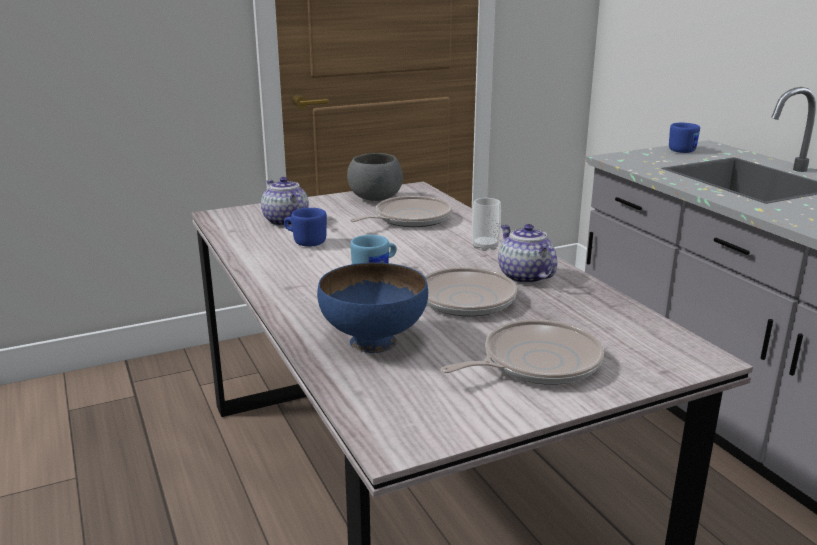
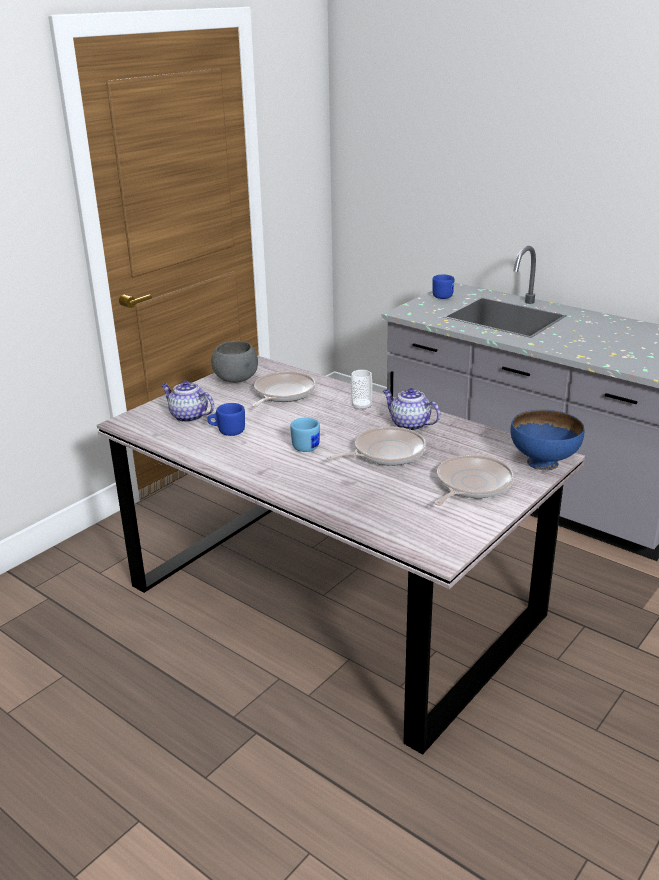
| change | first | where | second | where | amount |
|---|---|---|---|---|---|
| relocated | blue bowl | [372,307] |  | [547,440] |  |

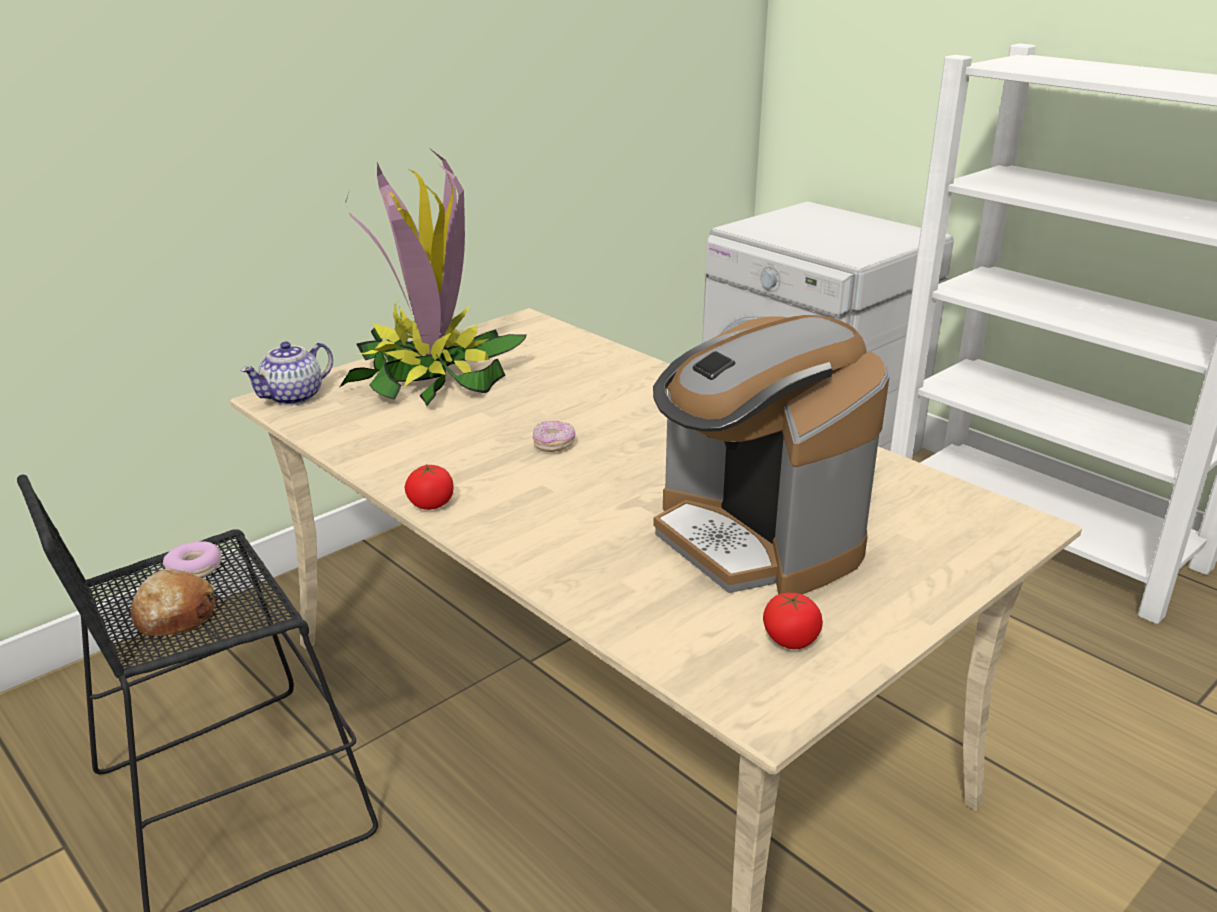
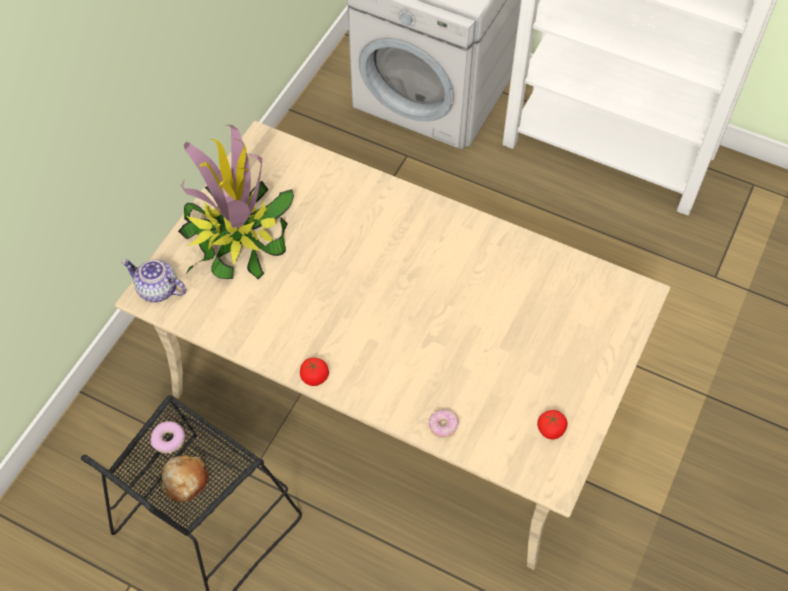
| change | first | where | second | where | amount |
|---|---|---|---|---|---|
| spun | teapot | [287,373] |  | [153,280] | 90 degrees clockwise |
| relocated | donut | [554,436] |  | [444,424] |  |
| missing | coffee machine | [771,454] |  |  |  |

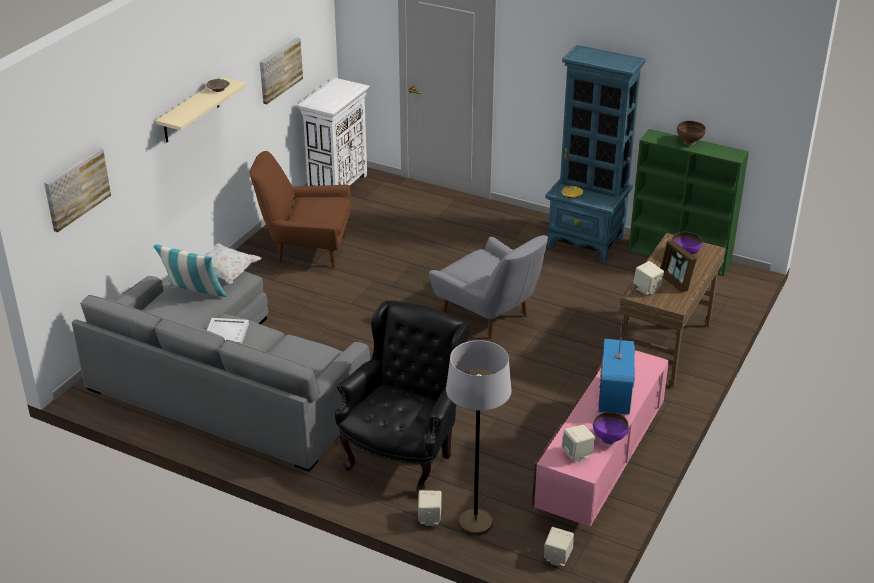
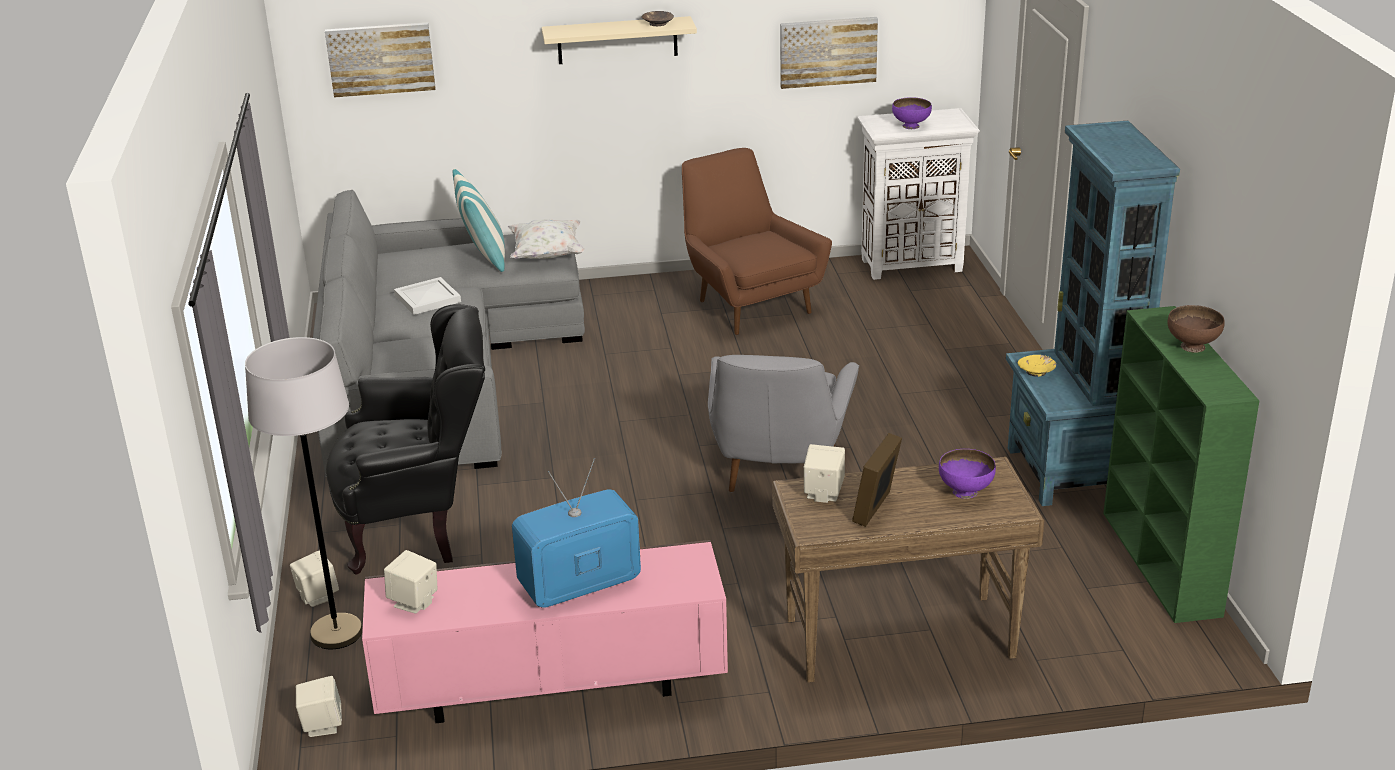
| change | first | where | second | where | amount |
|---|---|---|---|---|---|
| relocated | purple bowl | [611,428] |  | [912,113] |  |

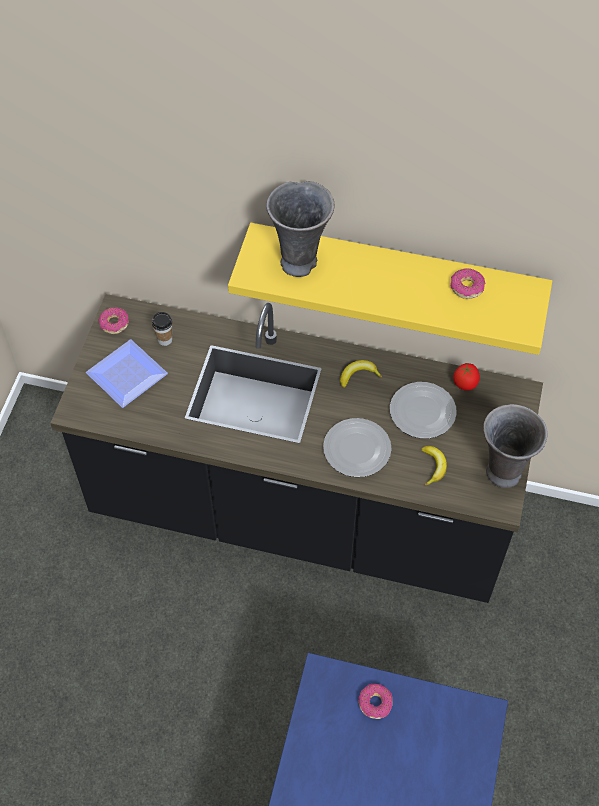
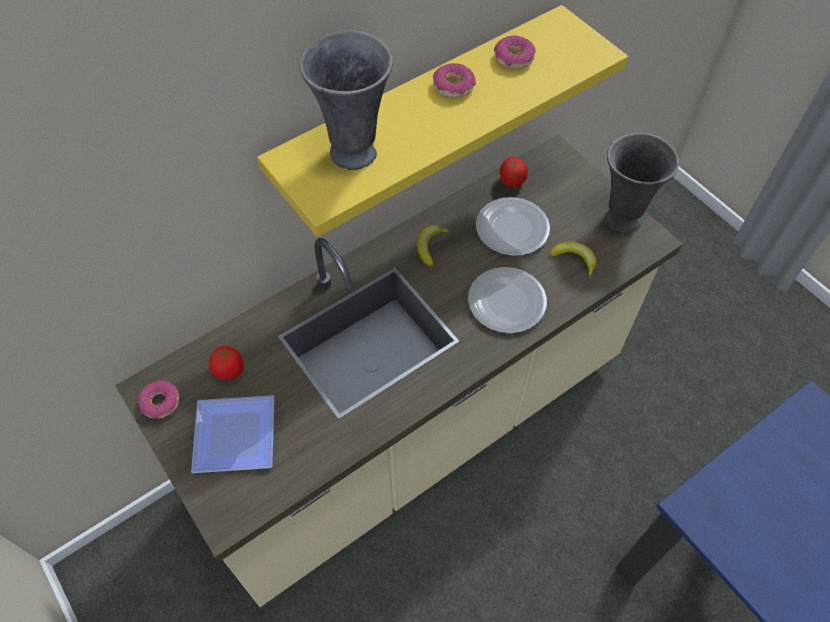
| change | first | where | second | where | amount |
|---|---|---|---|---|---|
| colour | black counter | [296,448] | beige counter | [399,371] |  |
| exchanged | cup | [162,329] | tomato | [226,362] |  |
| relocated | donut | [375,701] |  | [454,80] |  |

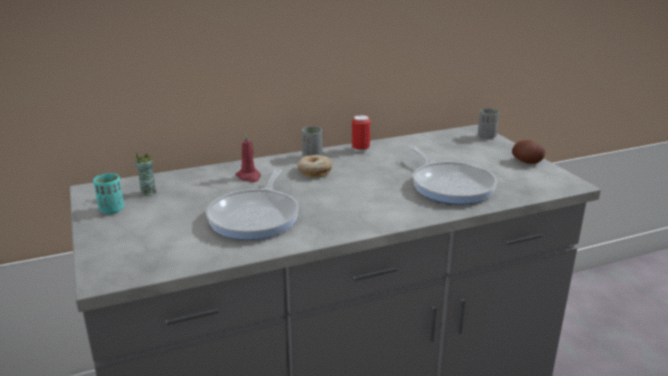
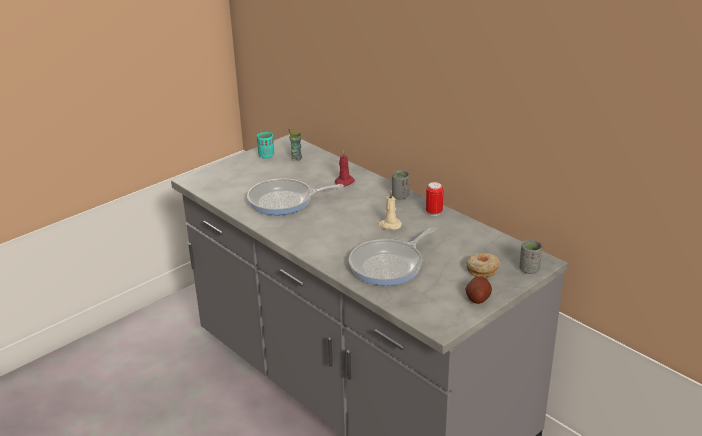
| change | first | where | second | where | amount |
|---|---|---|---|---|---|
| appeared |  |  | beige candle | [390,210] |  |
| relocated | donut | [315,166] |  | [483,265] |  |

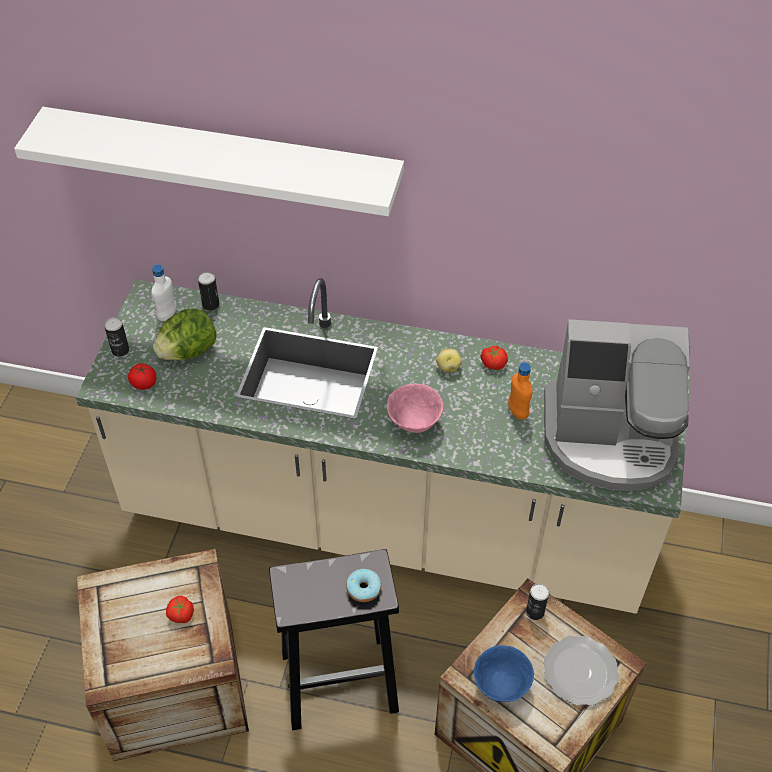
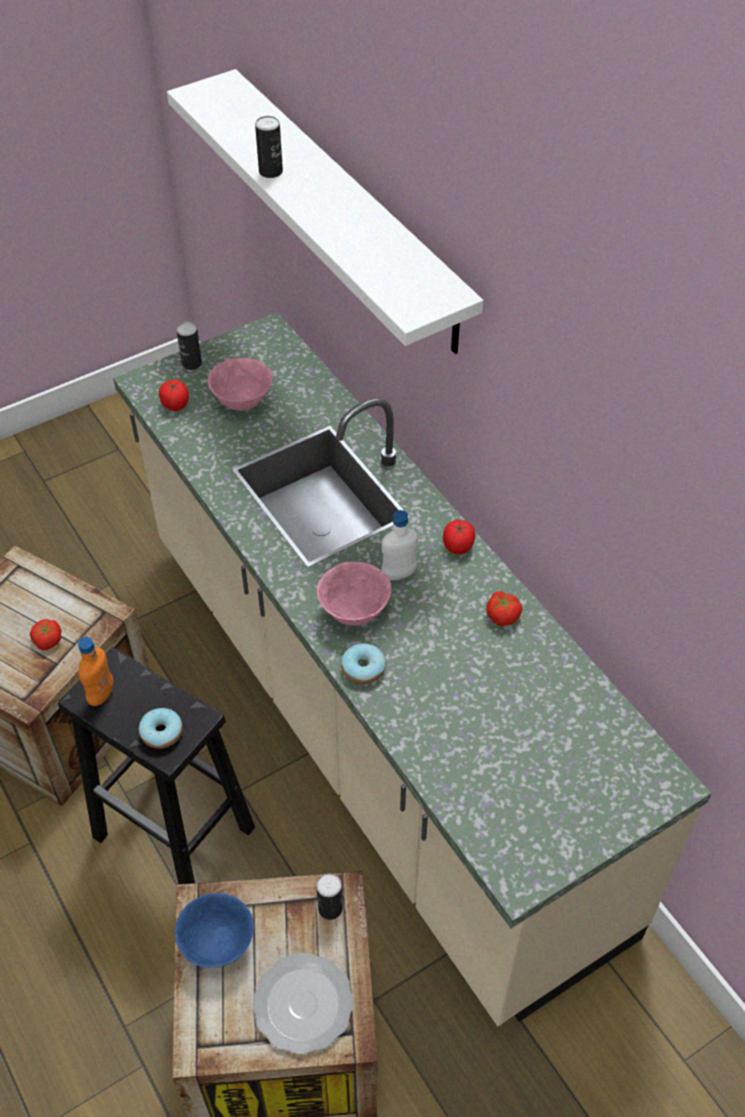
| change | first | where | second | where | amount |
|---|---|---|---|---|---|
| relocated | orange bottle | [520,391] |  | [95,671] |  |
| exchanged | lettuce | [184,334] | pink bowl | [240,384] |  |
| relocated | can | [208,291] |  | [269,147] |  |
| appeared |  |  | donut | [363,663] |  |
| relocated | white bottle | [164,293] |  | [399,545] |  |
| appeared |  |  | tomato | [459,537] |  |
| missing | potato | [449,360] |  |  |  |
| missing | coffee machine | [617,405] |  |  |  |

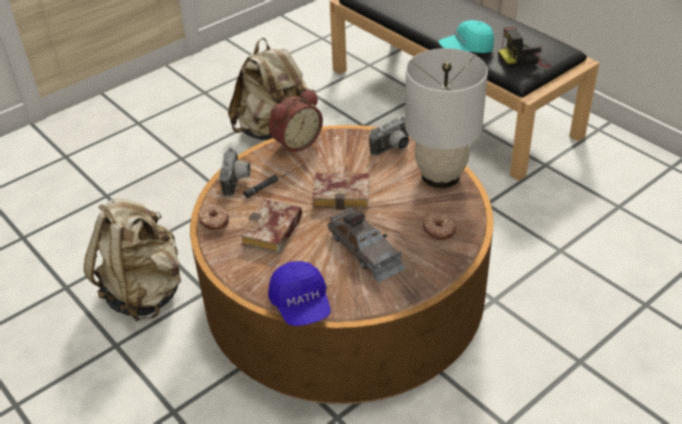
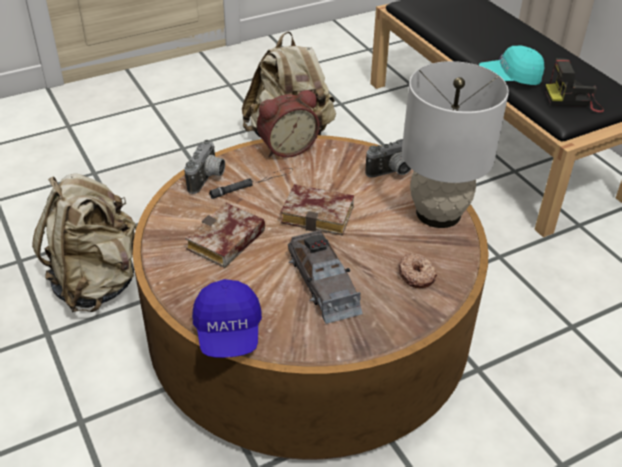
| change | first | where | second | where | amount |
|---|---|---|---|---|---|
| missing | donut | [213,217] |  |  |  |

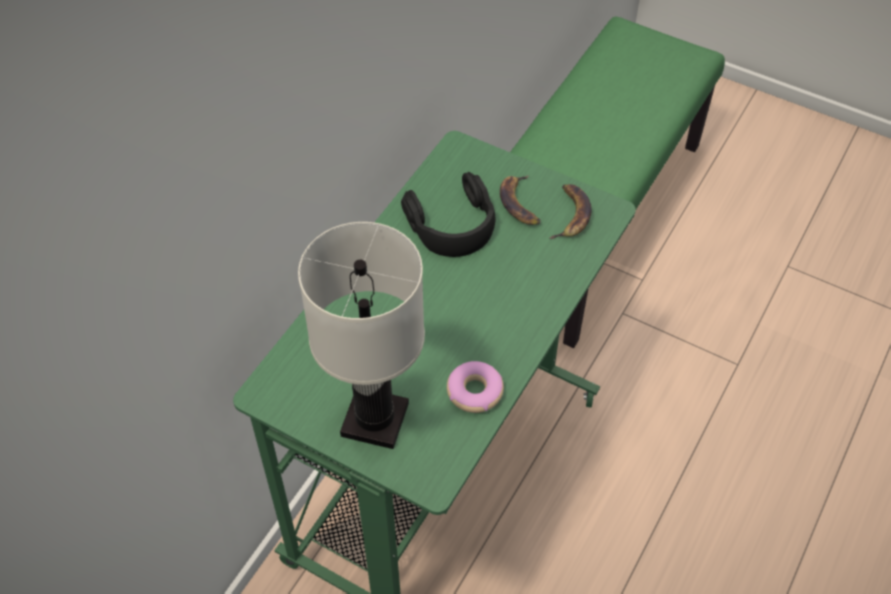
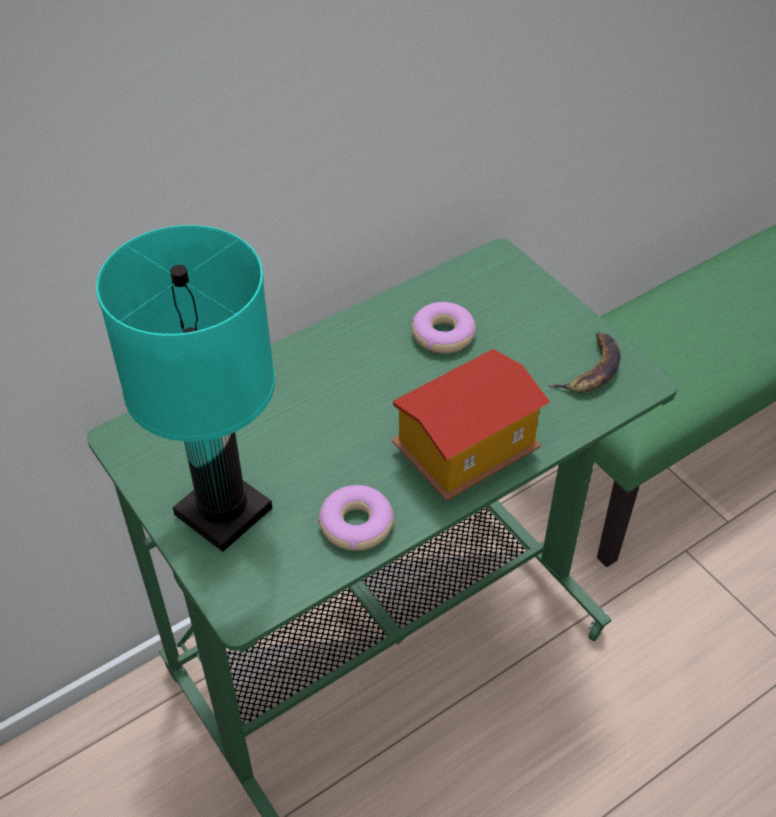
| change | first | where | second | where | amount |
|---|---|---|---|---|---|
| colour | white table lamp | [361,335] | turquoise table lamp | [185,388] |  |
| appeared |  |  | toy house | [471,424] |  |
| exchanged | black headphones | [448,214] | donut | [444,328] |  |
| missing | banana | [520,200] |  |  |  |

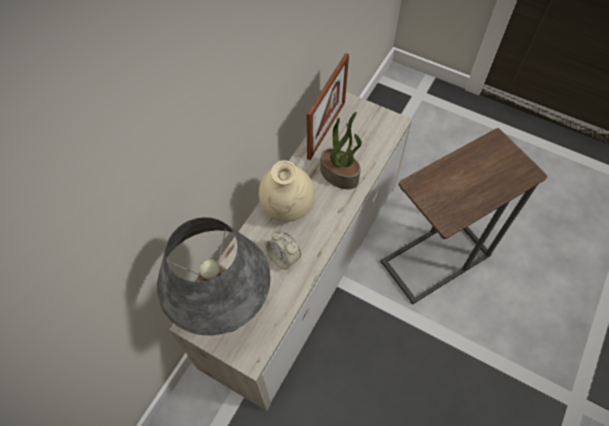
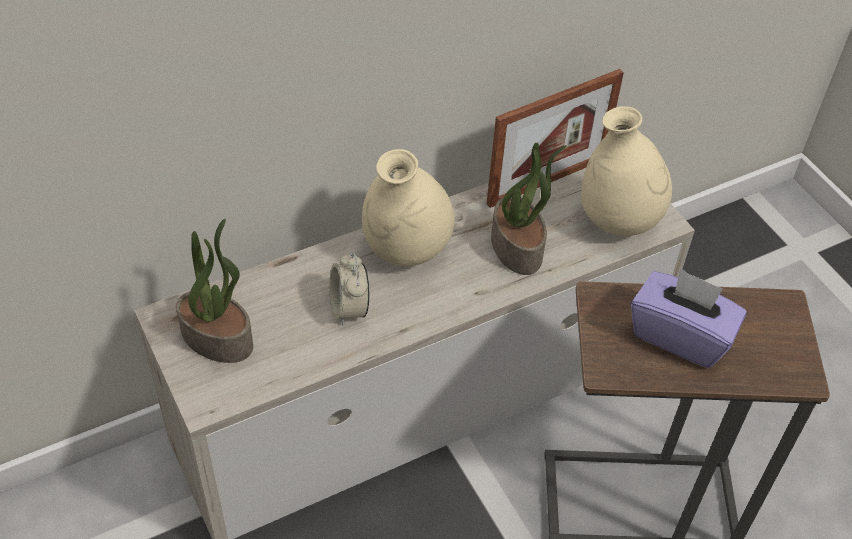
| change | first | where | second | where | amount |
|---|---|---|---|---|---|
| exchanged | grey table lamp | [214,276] | potted plant | [214,291] |  |
| appeared |  |  | beige vase | [626,171] |  |
| appeared |  |  | purple tissue box | [689,318] |  |

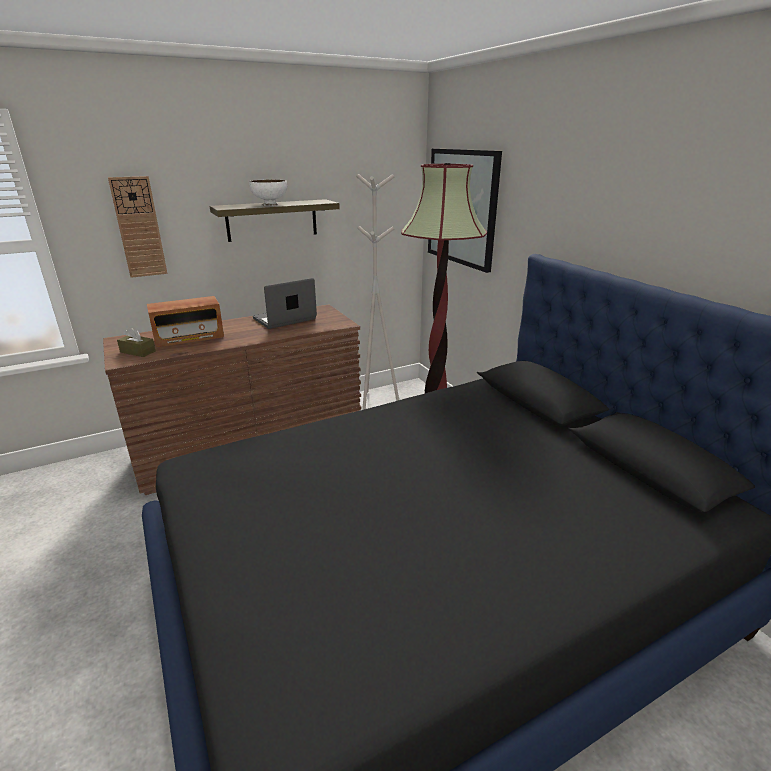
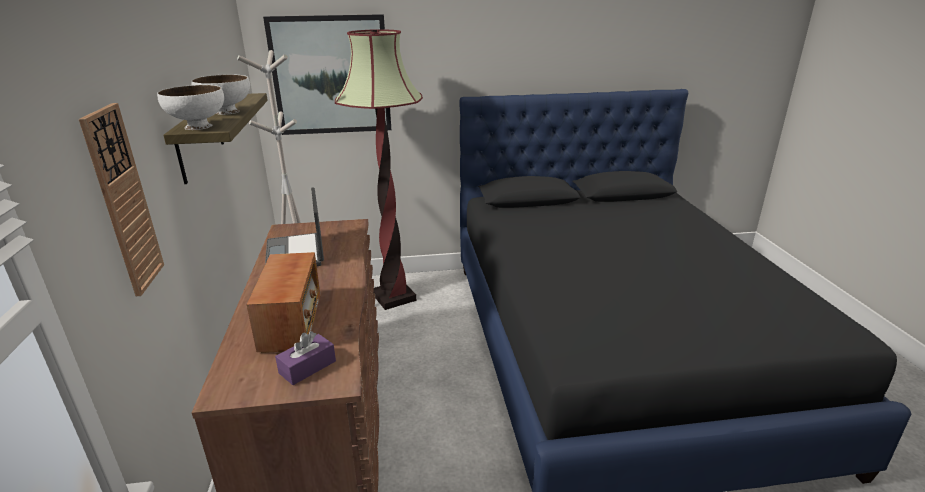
| change | first | where | second | where | amount |
|---|---|---|---|---|---|
| appeared |  |  | white bowl | [190,107] |  |
| colour | brown tissue box | [136,342] | purple tissue box | [305,358] |  |

